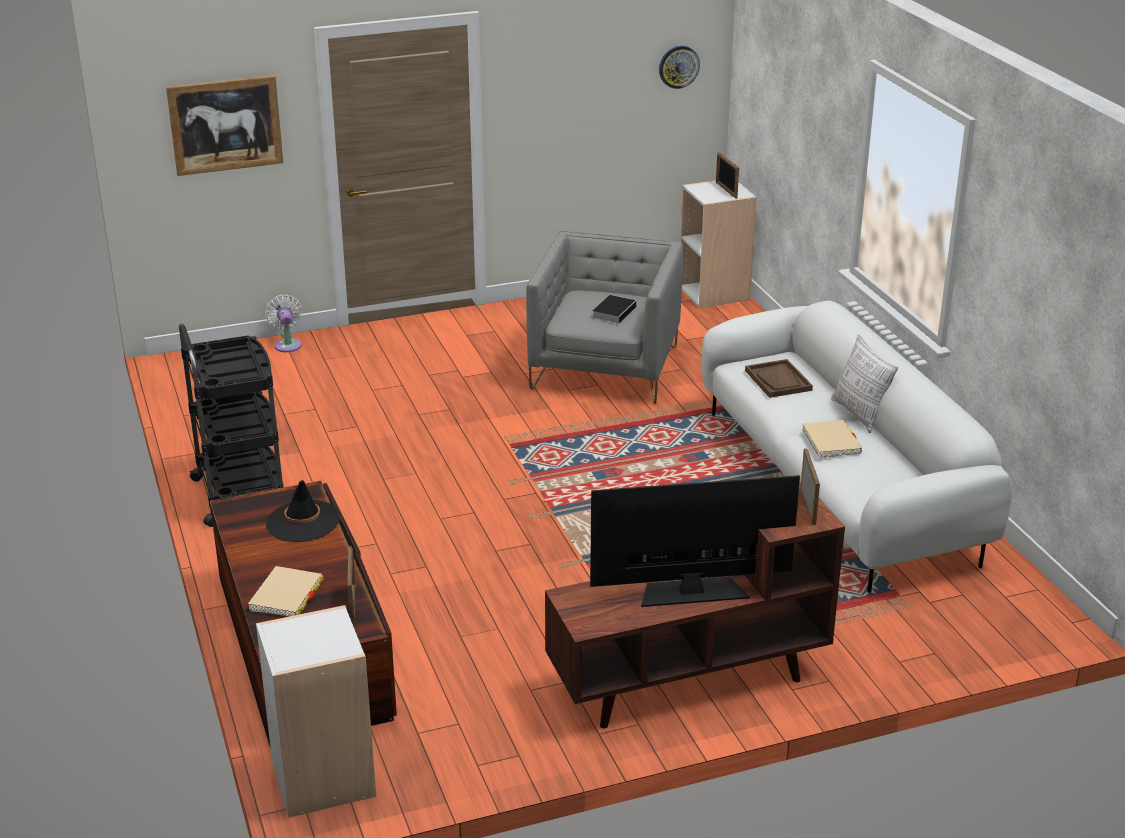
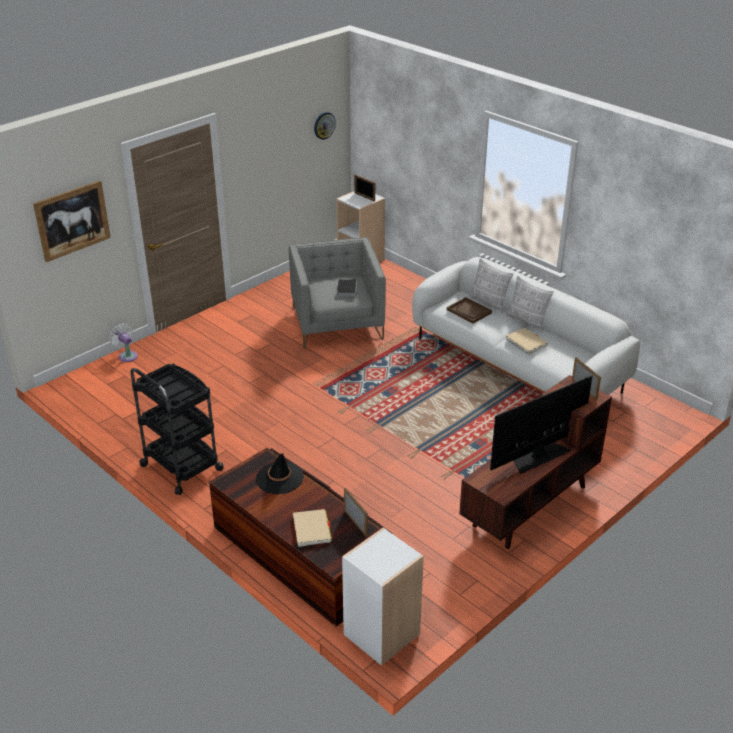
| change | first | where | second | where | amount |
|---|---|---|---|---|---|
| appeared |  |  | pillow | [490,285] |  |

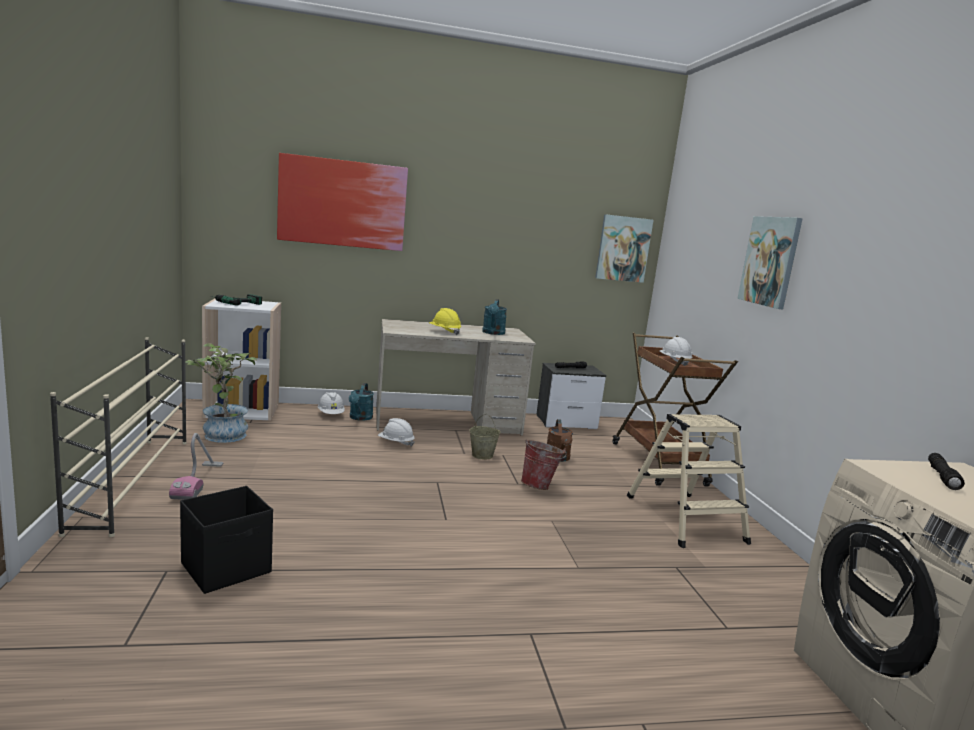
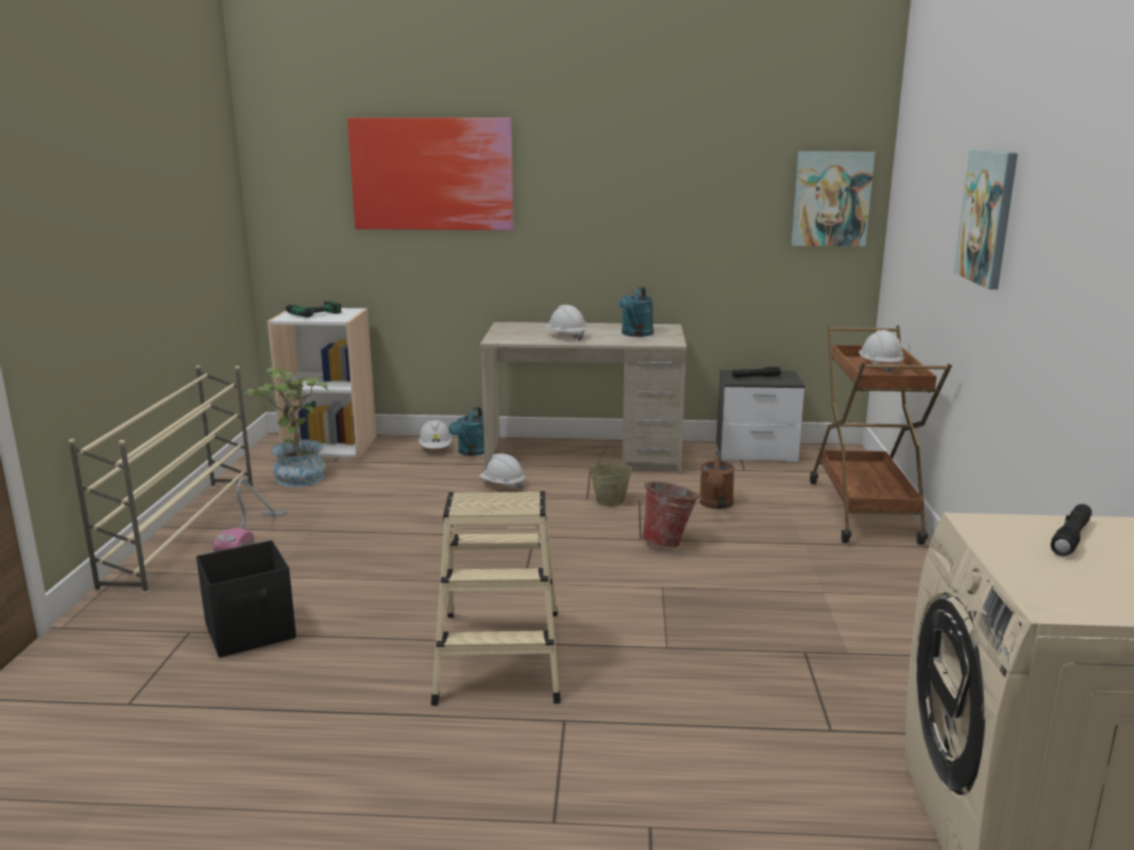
| change | first | where | second | where | amount |
|---|---|---|---|---|---|
| relocated | beige step ladder | [689,481] |  | [496,598] |  |
| colour | yellow hard hat | [445,321] | white hard hat | [566,323] |  |

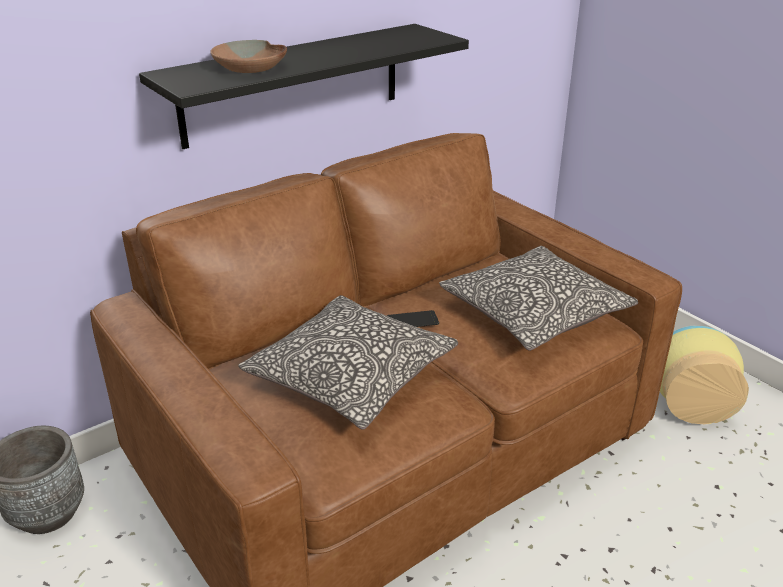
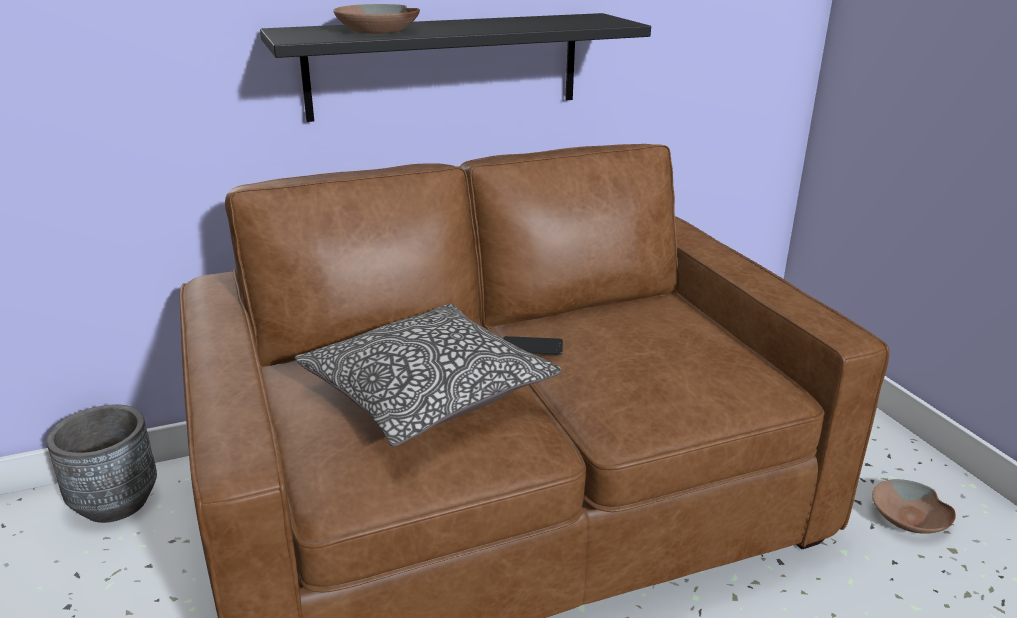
| change | first | where | second | where | amount |
|---|---|---|---|---|---|
| exchanged | vase | [704,375] | brown bowl | [914,506] |  |
| missing | pillow | [538,298] |  |  |  |

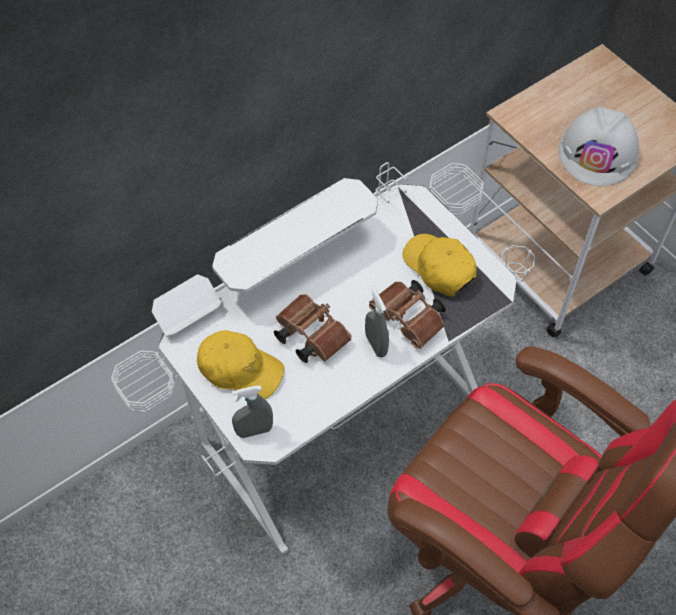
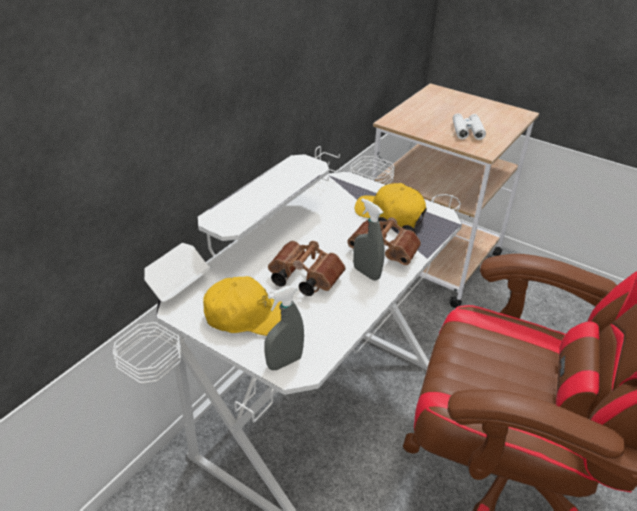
| change | first | where | second | where | amount |
|---|---|---|---|---|---|
| exchanged | white hard hat | [599,146] | white binoculars | [469,126] |  |

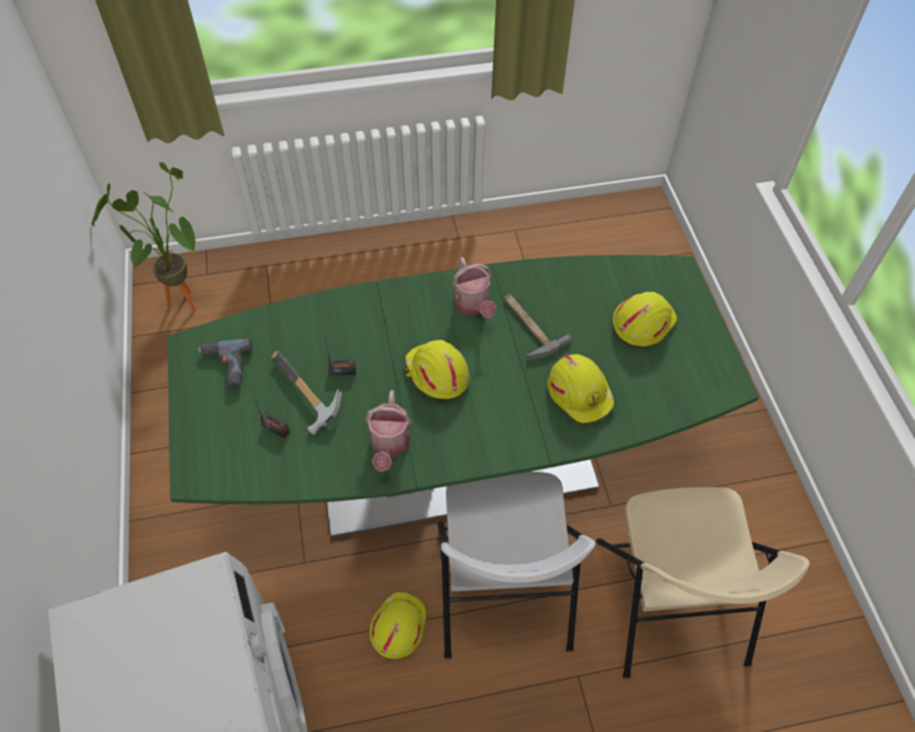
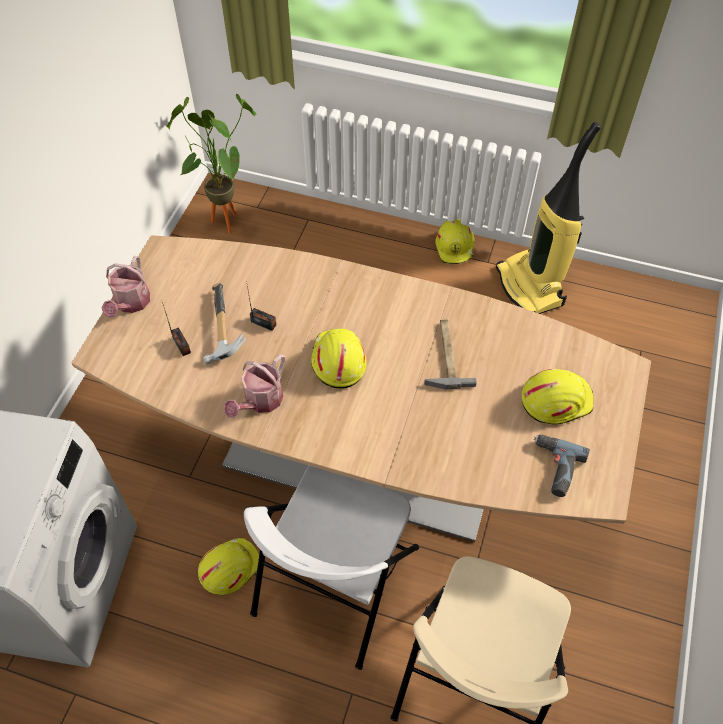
| change | first | where | second | where | amount |
|---|---|---|---|---|---|
| colour | green dining table | [463,396] | brown dining table | [361,388] |  |
| relocated | watering can | [474,287] |  | [126,287] |  |
| relocated | yellow hard hat | [581,389] |  | [455,241] |  |
| appeared |  |  | vacuum cleaner | [548,217] |  |
| relocated | power drill | [225,364] |  | [562,465] |  |

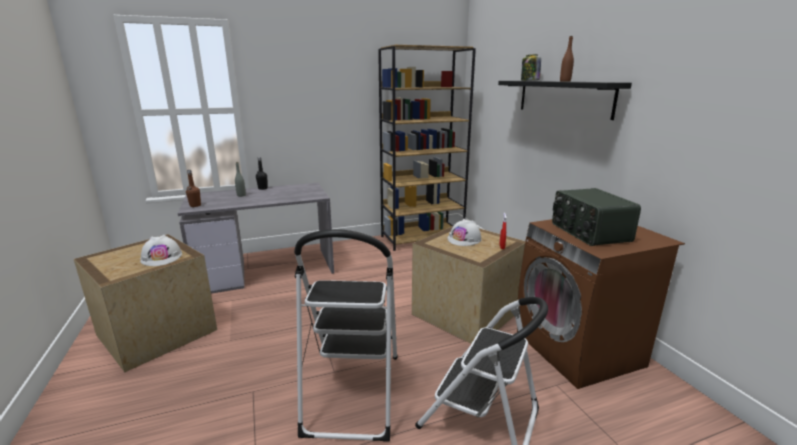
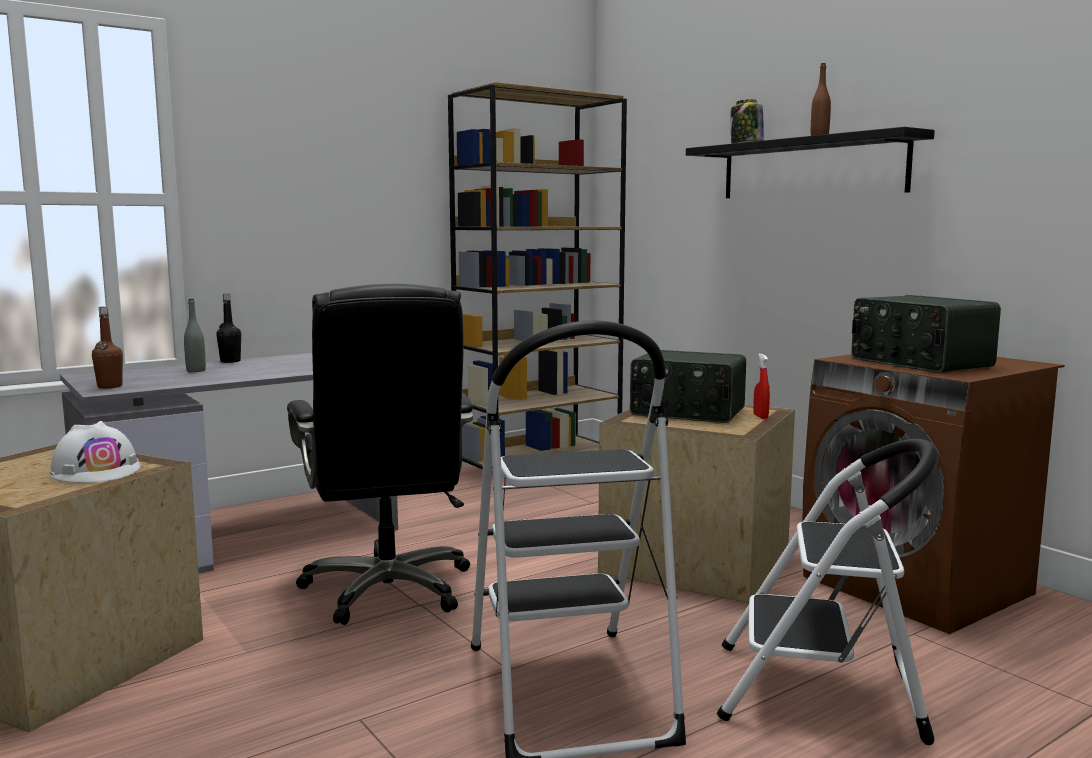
| change | first | where | second | where | amount |
|---|---|---|---|---|---|
| appeared |  |  | black office chair | [380,454] |  |
| exchanged | white hard hat | [464,232] | radio | [688,386] |  |

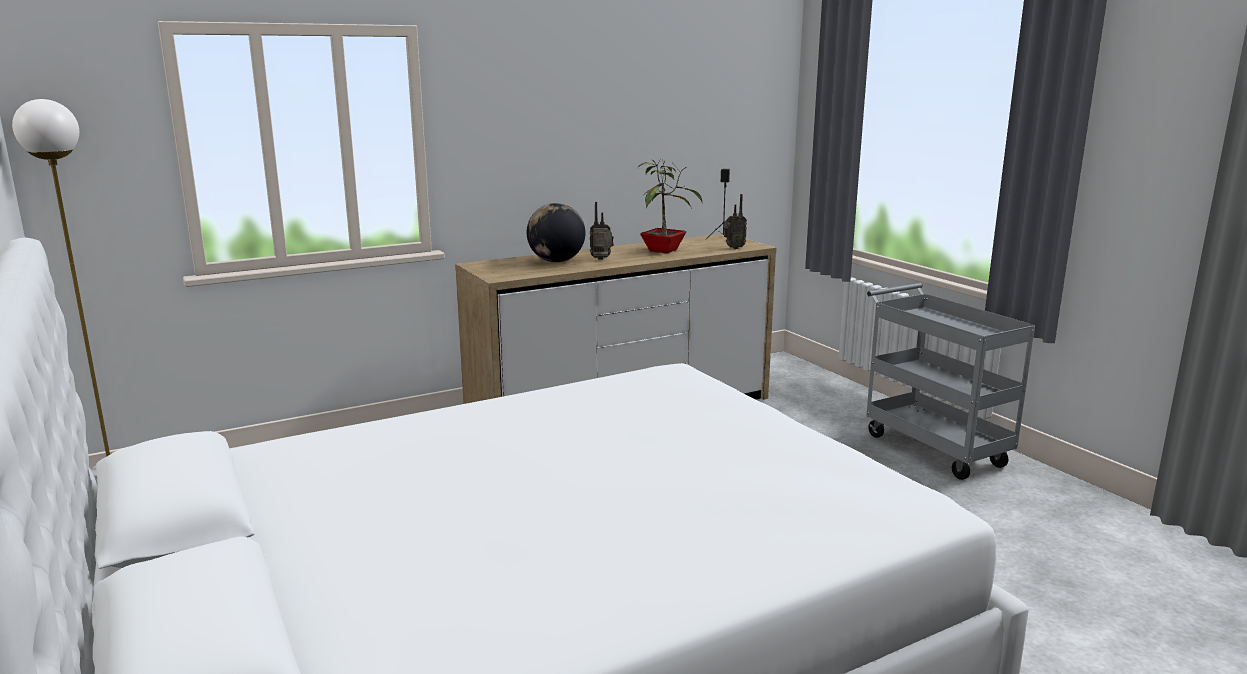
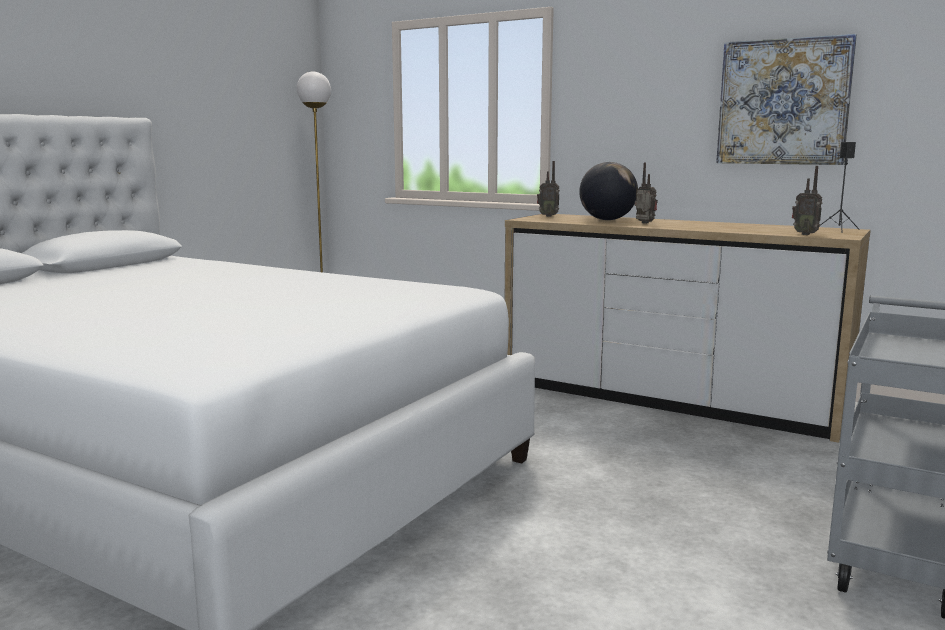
| change | first | where | second | where | amount |
|---|---|---|---|---|---|
| appeared |  |  | radio | [548,189] |  |
| appeared |  |  | picture | [786,99] |  |
| missing | potted plant | [669,205] |  |  |  |

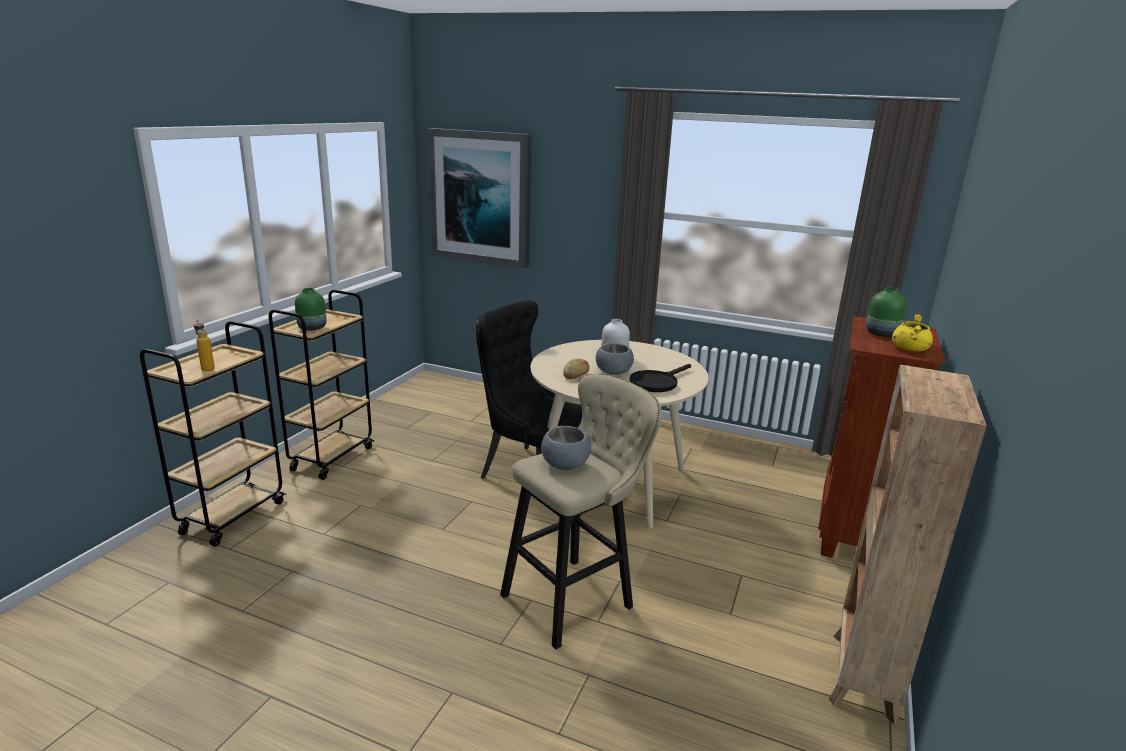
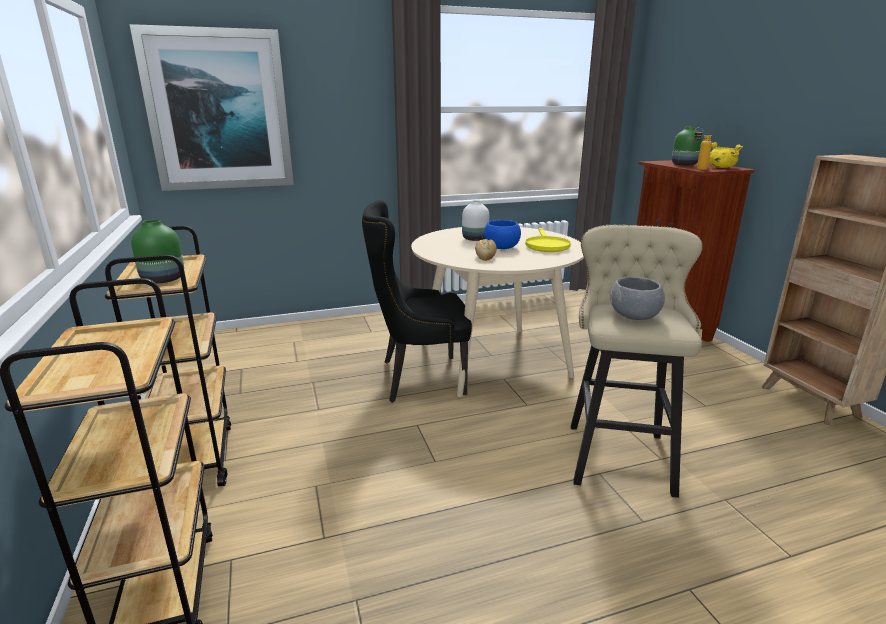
| change | first | where | second | where | amount |
|---|---|---|---|---|---|
| colour | grey bowl | [615,359] | blue bowl | [502,234] |  |
| colour | black frying pan | [660,378] | yellow frying pan | [548,240] |  |
| relocated | bottle | [204,345] |  | [703,148] |  |

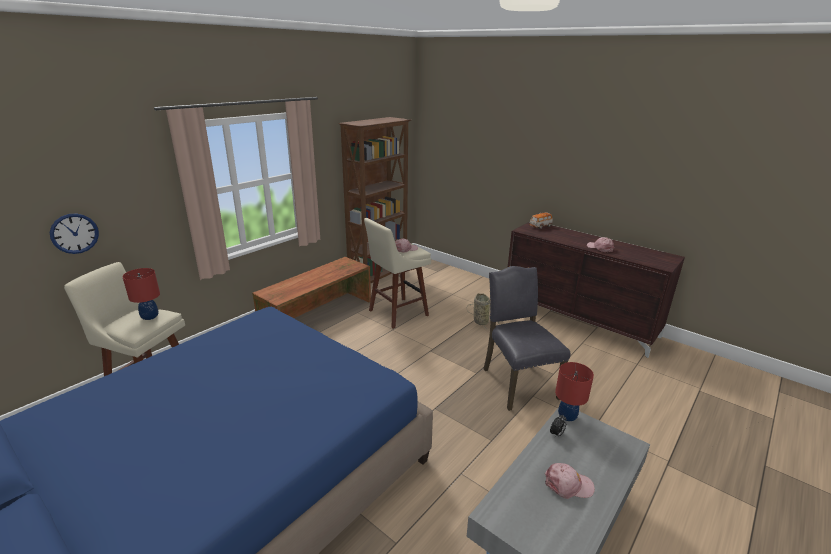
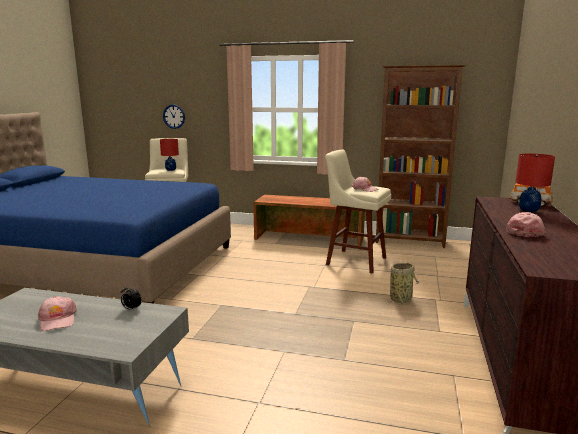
| change | first | where | second | where | amount |
|---|---|---|---|---|---|
| relocated | red table lamp | [574,391] |  | [535,182] |  |
| missing | grey chair | [526,338] |  |  |  |

